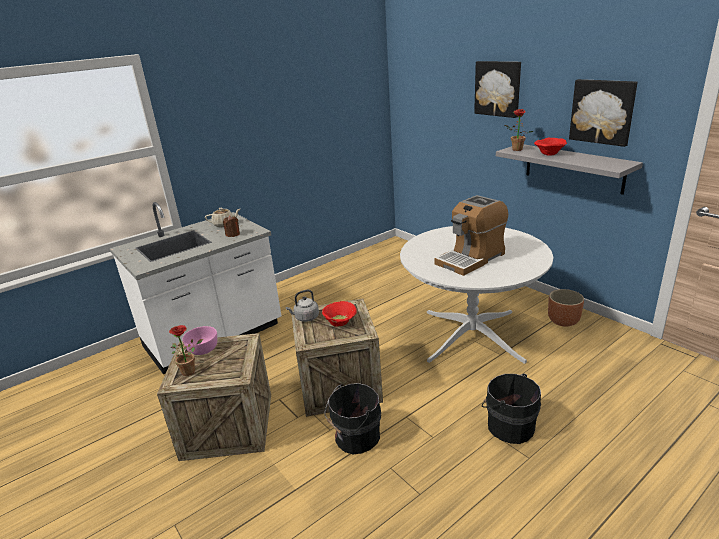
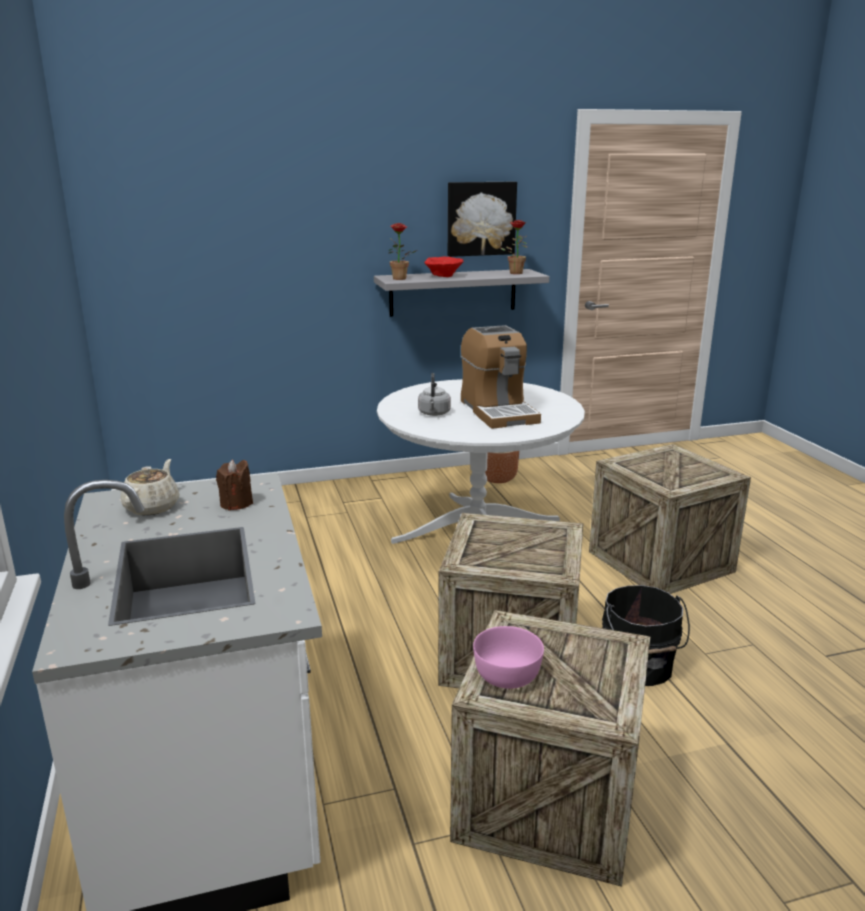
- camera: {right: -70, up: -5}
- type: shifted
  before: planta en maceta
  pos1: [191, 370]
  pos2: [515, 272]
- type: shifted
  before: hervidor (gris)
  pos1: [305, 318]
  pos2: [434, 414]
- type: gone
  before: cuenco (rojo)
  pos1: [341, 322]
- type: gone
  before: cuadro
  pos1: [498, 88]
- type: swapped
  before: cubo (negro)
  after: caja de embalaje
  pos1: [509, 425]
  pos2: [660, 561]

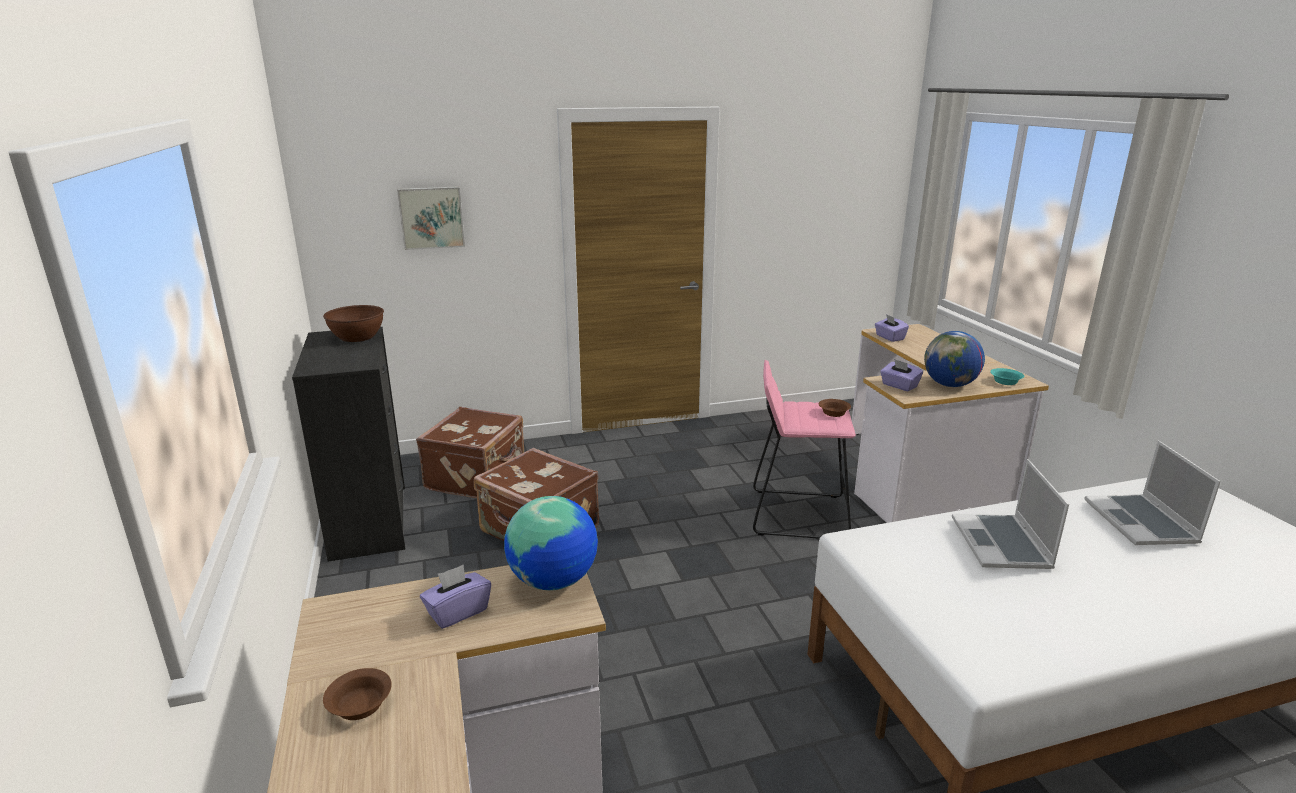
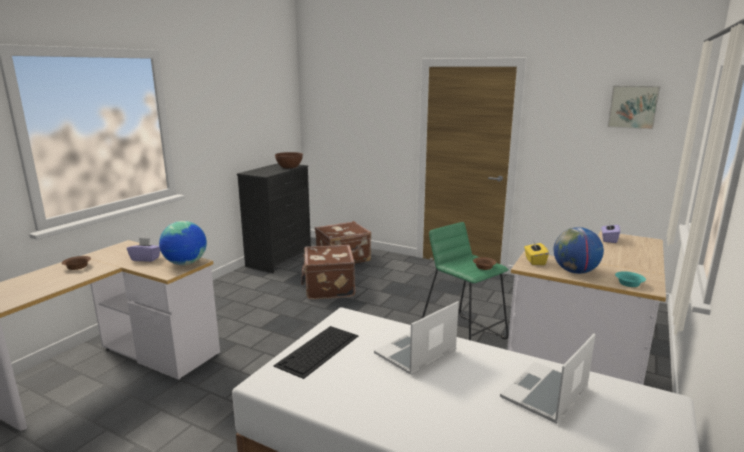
- camera: {right: 45, up: -5}
- type: shifted
  before: cuadro
  pos1: [431, 217]
  pos2: [633, 107]
- type: repainted
  before: taburete (rosa)
  after: taburete (verde)
  pos1: [798, 514]
  pos2: [463, 335]
- type: repainted
  before: caja de pañuelos (morado)
  after: caja de pañuelos (amarillo)
  pos1: [899, 386]
  pos2: [534, 261]
- type: new
  after: teclado
  pos2: [318, 351]

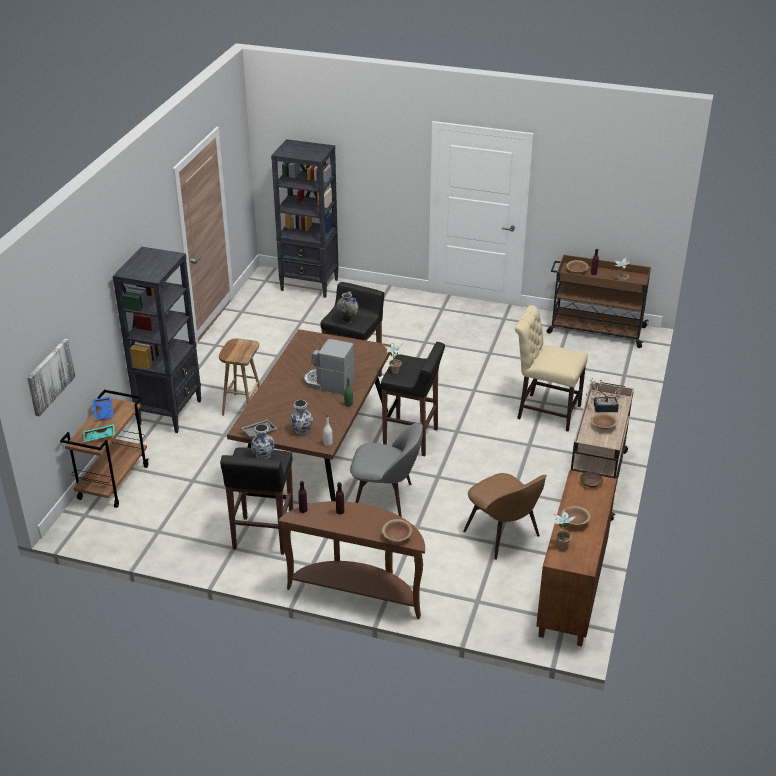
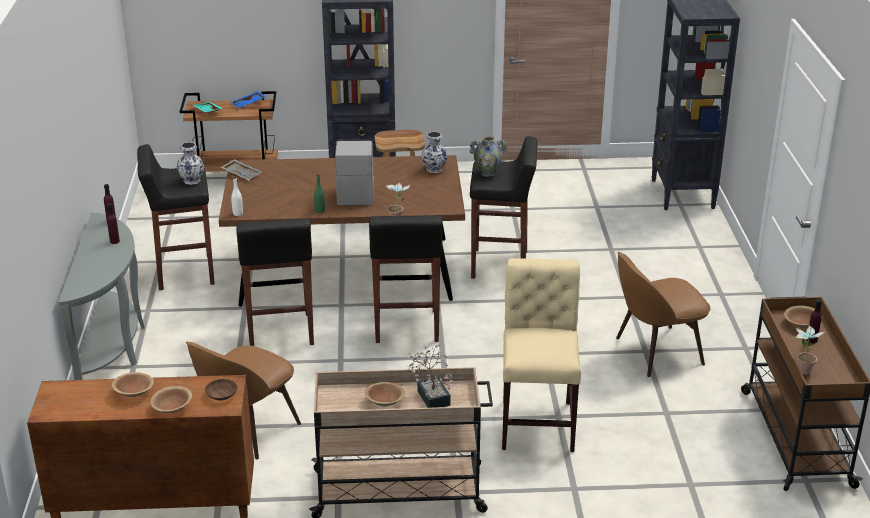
- camera: {right: 70, up: -5}
- type: gone
  before: cuadro
  pos1: [50, 376]
- type: repainted
  before: mesa consola (marrón)
  after: mesa consola (gris)
  pos1: [358, 591]
  pos2: [114, 347]
- type: shifted
  before: florero
  pos1: [301, 430]
  pos2: [434, 169]
- type: swapped
  before: silla (gris)
  after: taburete (negro)
  pos1: [386, 498]
  pos2: [280, 332]
- type: shifted
  before: cuenco (marrón)
  pos1: [397, 536]
  pos2: [172, 408]
- type: gone
  before: planta en maceta
  pos1: [561, 543]
- type: new
  after: silla (marrón)
  pos2: [655, 351]

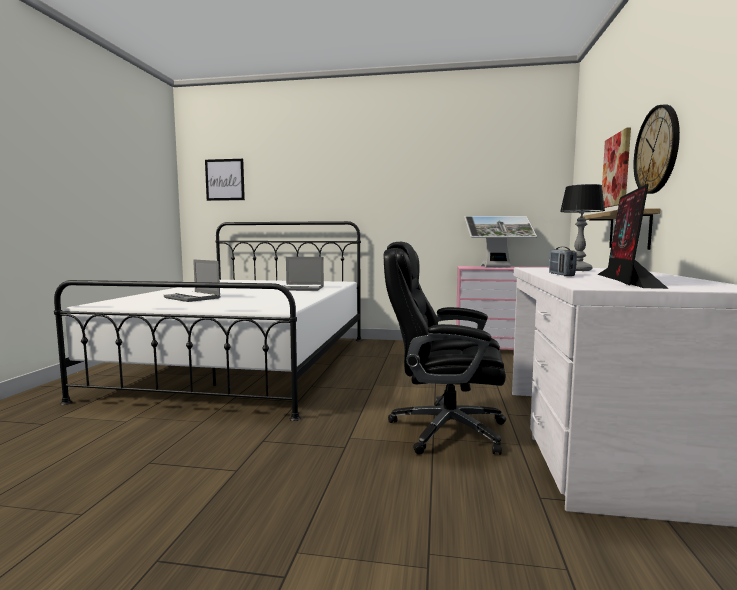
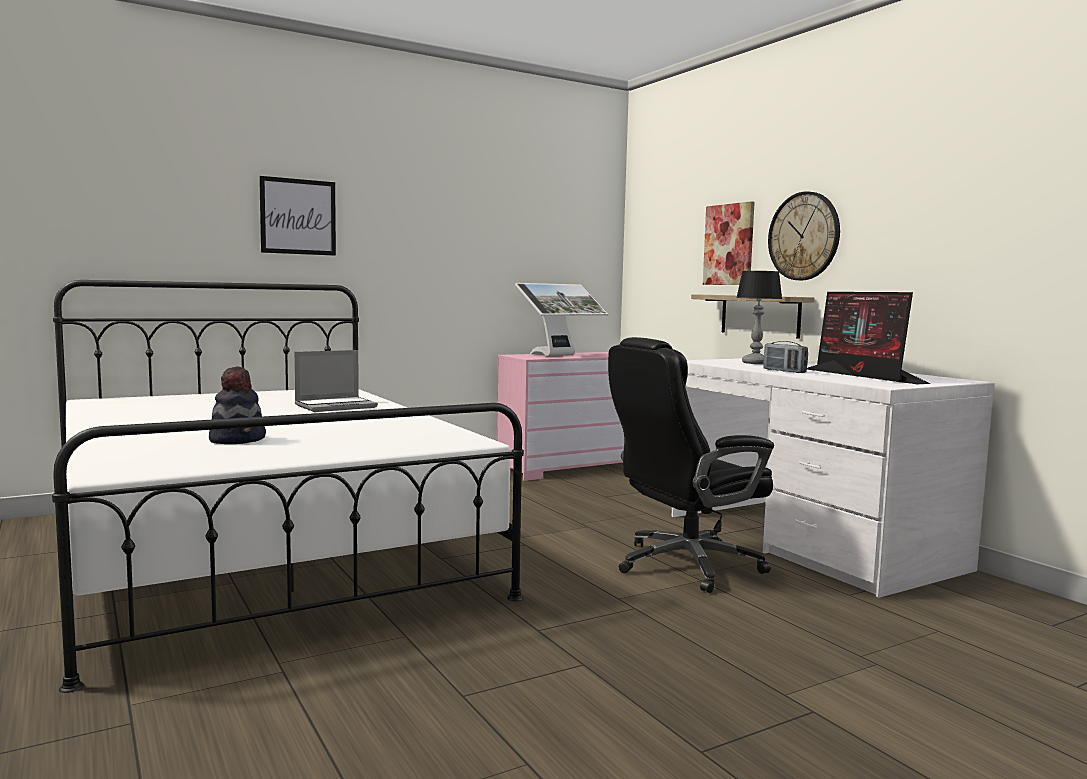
- camera: {right: -40, up: 0}
- type: swapped
  before: portátil
  after: sombrero
  pos1: [193, 298]
  pos2: [238, 440]
- type: shifted
  before: cuadro
  pos1: [225, 180]
  pos2: [298, 216]

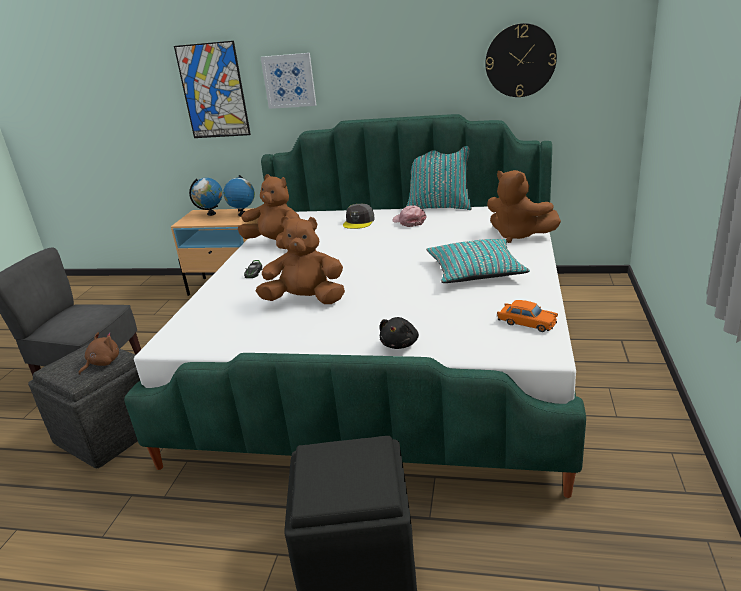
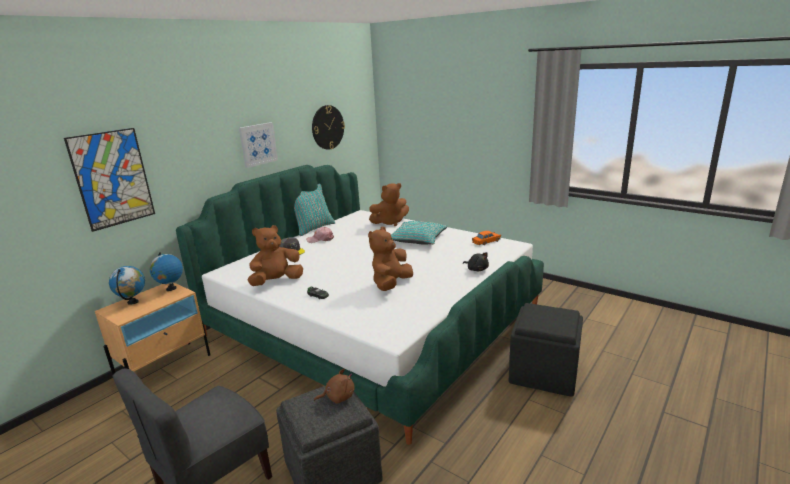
- camera: {right: -65, up: -5}
- type: rotated
  before: peluche (marrón)
  pos1: [102, 363]
  pos2: [338, 397]
  turn: 105
- type: shifted
  before: cuadro
  pos1: [289, 81]
  pos2: [258, 144]

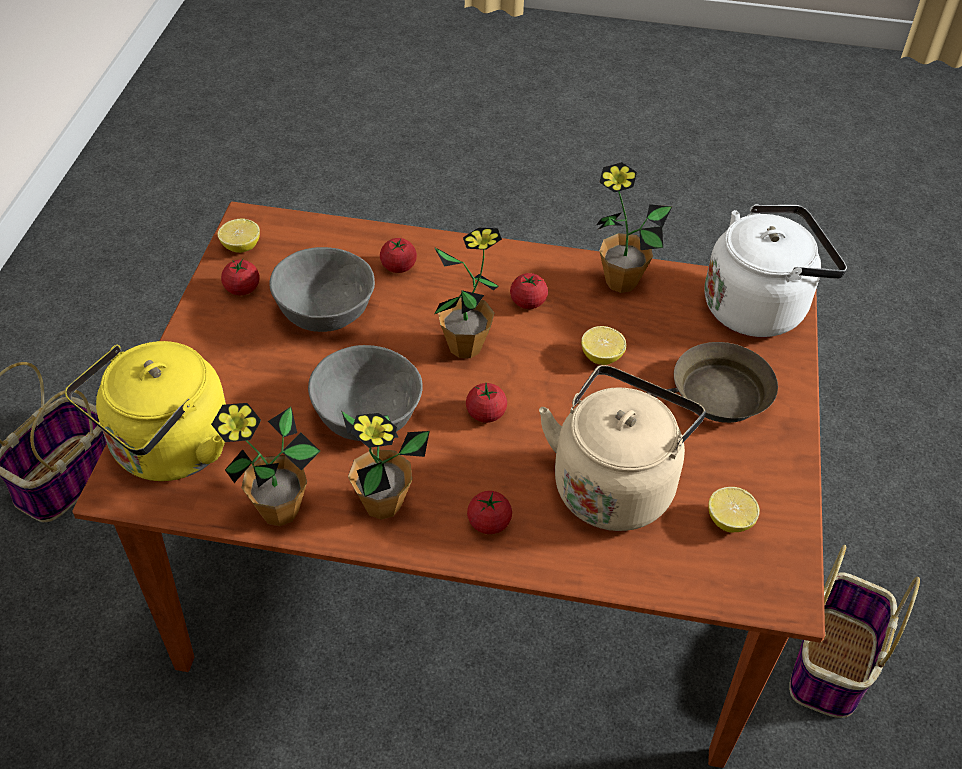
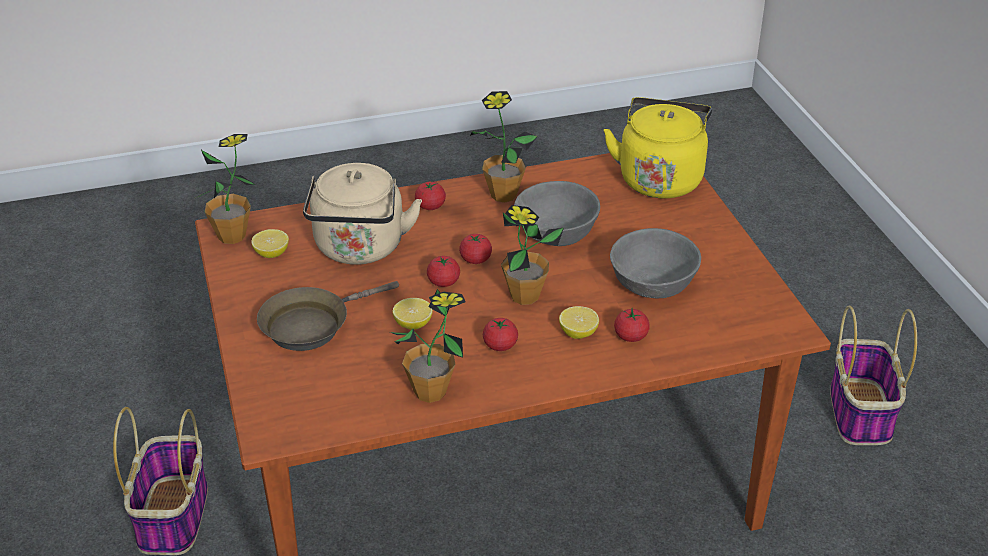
- camera: {right: 155, up: -10}
- type: shifted
  before: planta en maceta
  pos1: [279, 511]
  pos2: [232, 236]
- type: shifted
  before: limón
  pos1: [241, 247]
  pos2: [578, 333]
- type: shifted
  before: tomate
  pos1: [242, 289]
  pos2: [443, 282]
- type: gone
  before: hervidor (blanco)
  pos1: [759, 306]

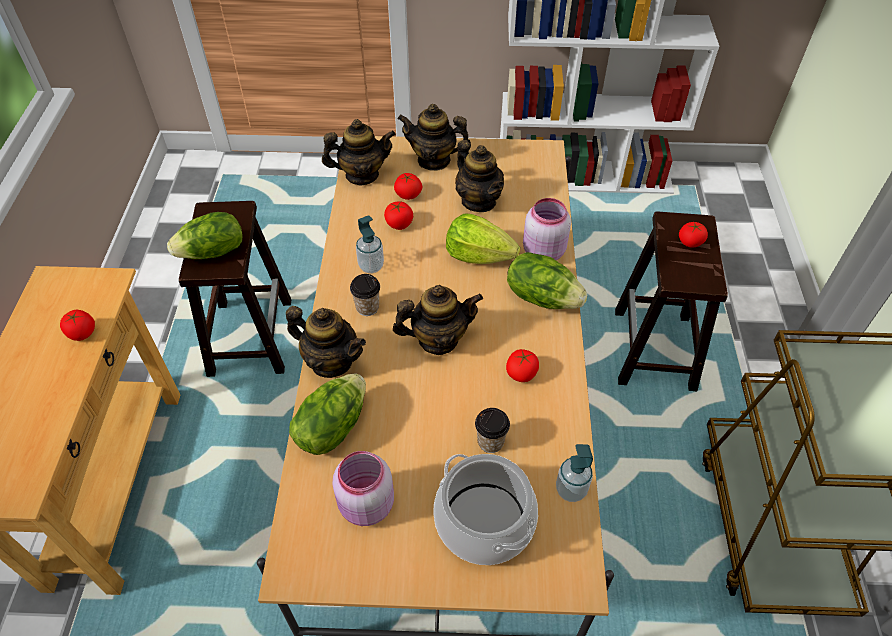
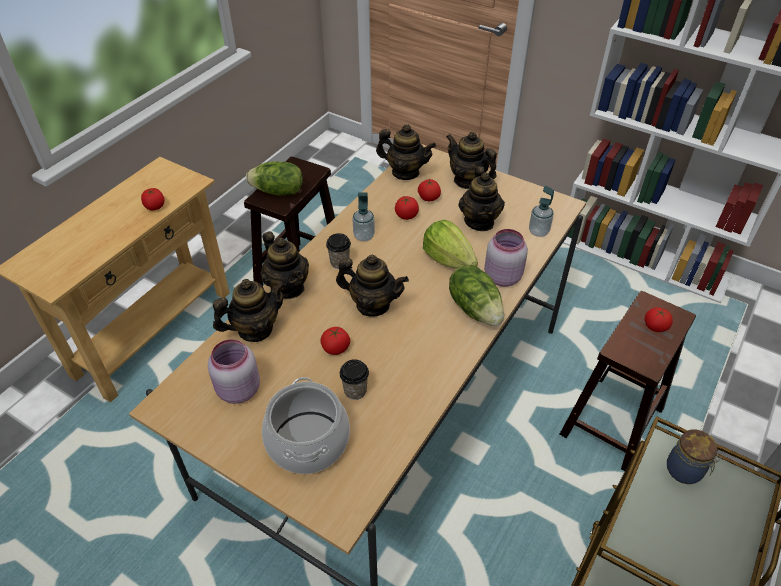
- camera: {right: 30, up: -5}
- type: swapped
  before: lechuga
  after: tetera
  pos1: [331, 427]
  pos2: [255, 329]
- type: shifted
  before: tomate
  pos1: [521, 373]
  pos2: [335, 348]
- type: shifted
  before: dispensador de jabón
  pos1: [571, 490]
  pos2: [538, 231]
- type: new
  after: tarro
  pos2: [685, 471]

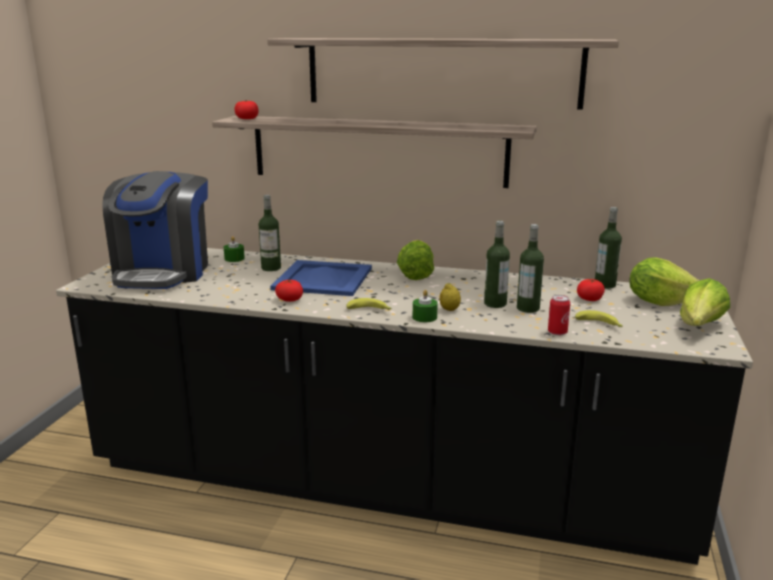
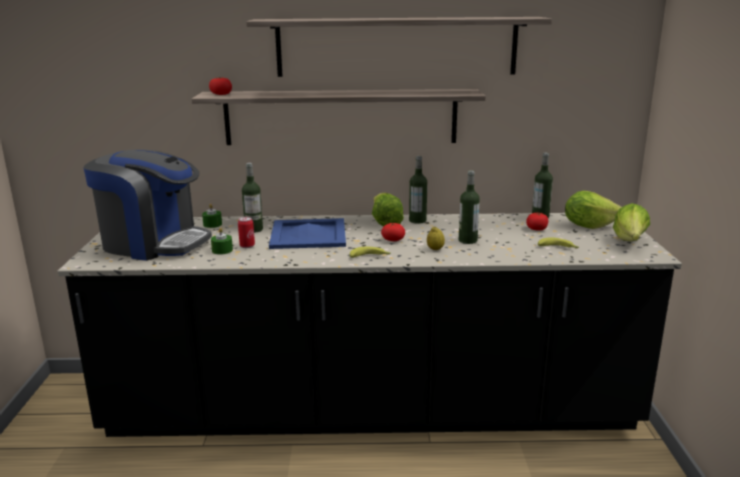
- camera: {right: -15, up: 0}
- type: rotated
  before: cafetera
  pos1: [163, 272]
  pos2: [154, 243]
  turn: -60
- type: shifted
  before: tomate
  pos1: [289, 299]
  pos2: [393, 240]
- type: shifted
  before: vela (verde)
  pos1: [424, 317]
  pos2: [222, 250]
- type: shifted
  before: botella
  pos1: [528, 308]
  pos2: [417, 220]
- type: shifted
  before: lata
  pos1: [557, 332]
  pos2: [247, 246]

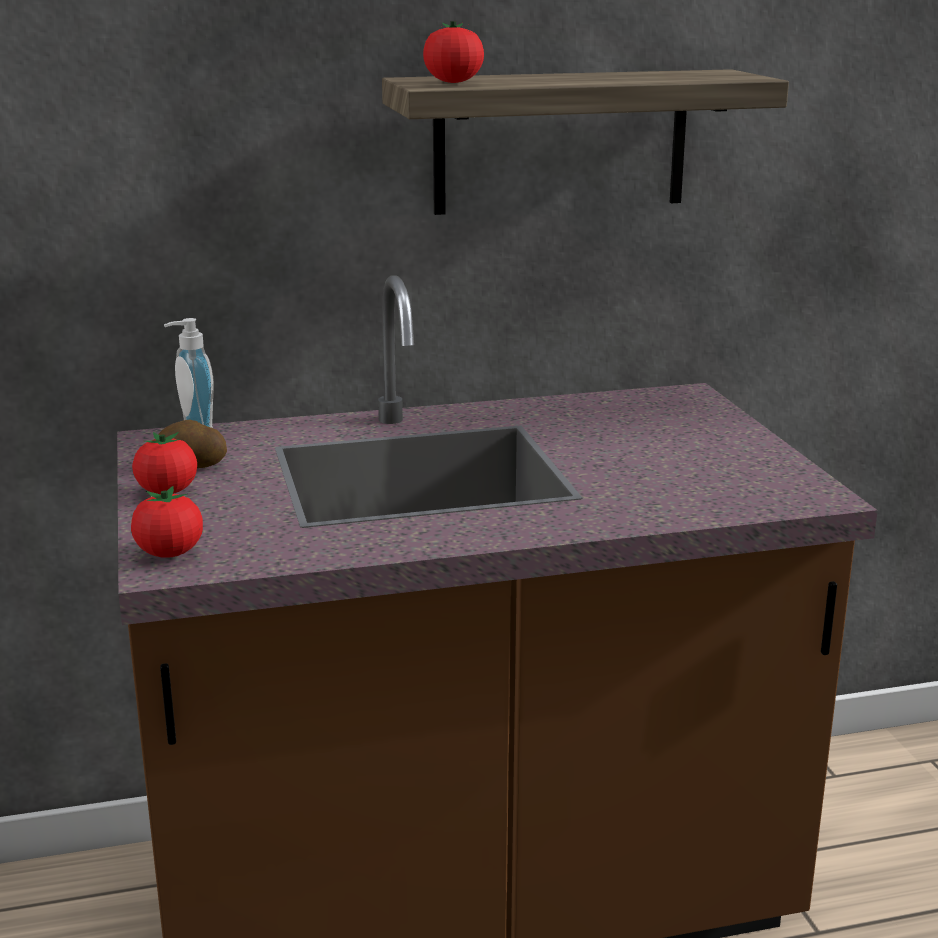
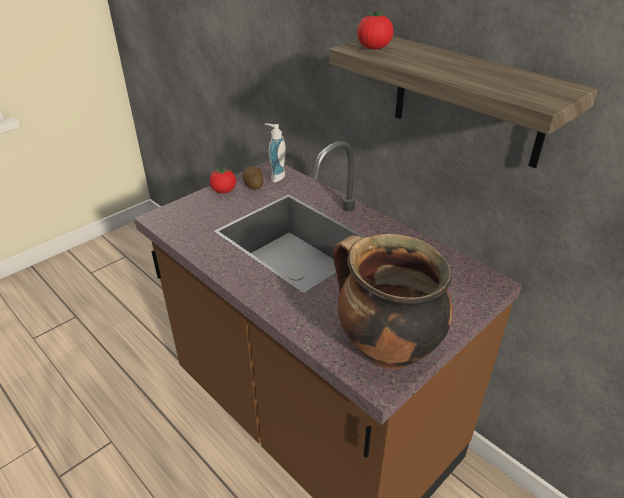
- camera: {right: 60, up: 15}
- type: gone
  before: tomate
  pos1: [169, 553]
- type: new
  after: olla
  pos2: [385, 349]

